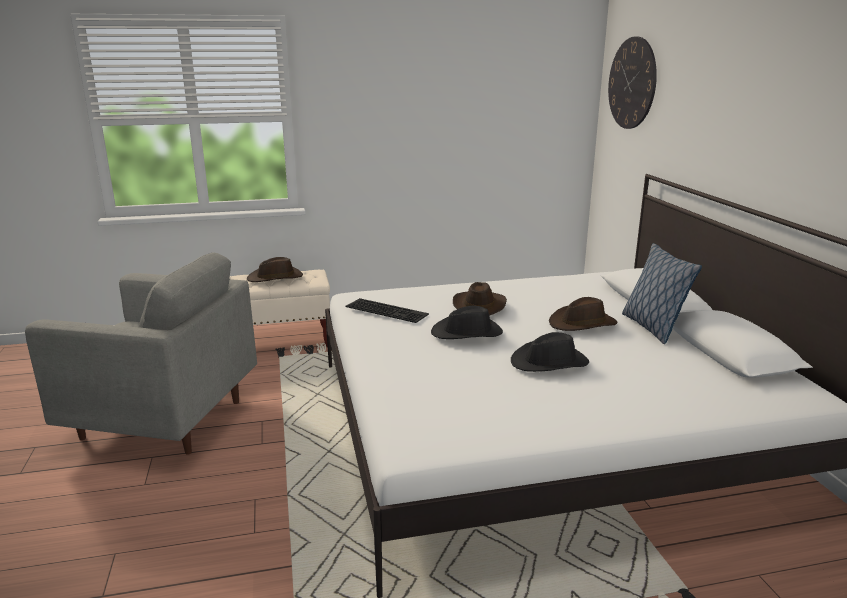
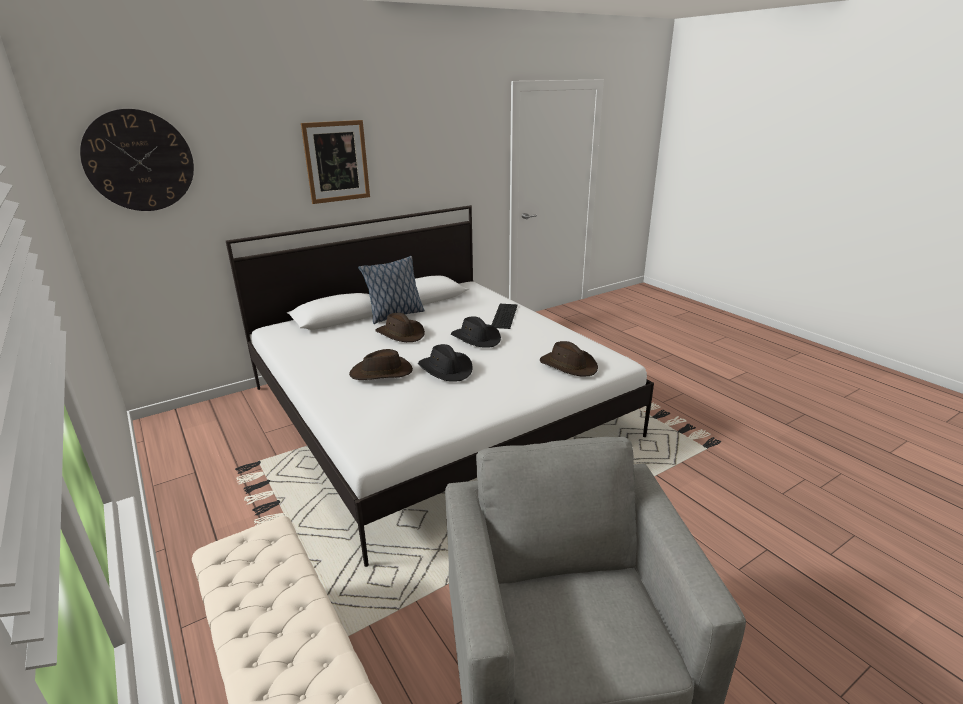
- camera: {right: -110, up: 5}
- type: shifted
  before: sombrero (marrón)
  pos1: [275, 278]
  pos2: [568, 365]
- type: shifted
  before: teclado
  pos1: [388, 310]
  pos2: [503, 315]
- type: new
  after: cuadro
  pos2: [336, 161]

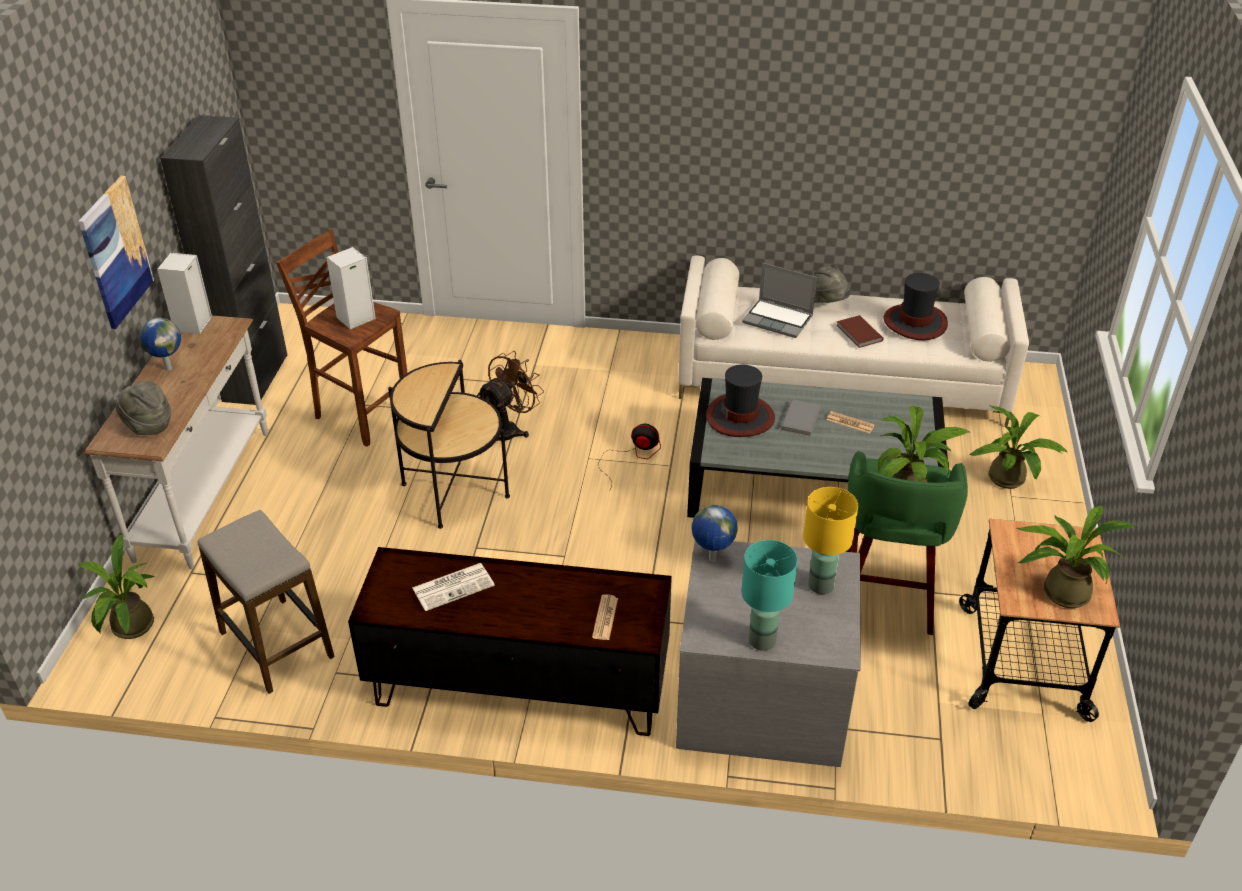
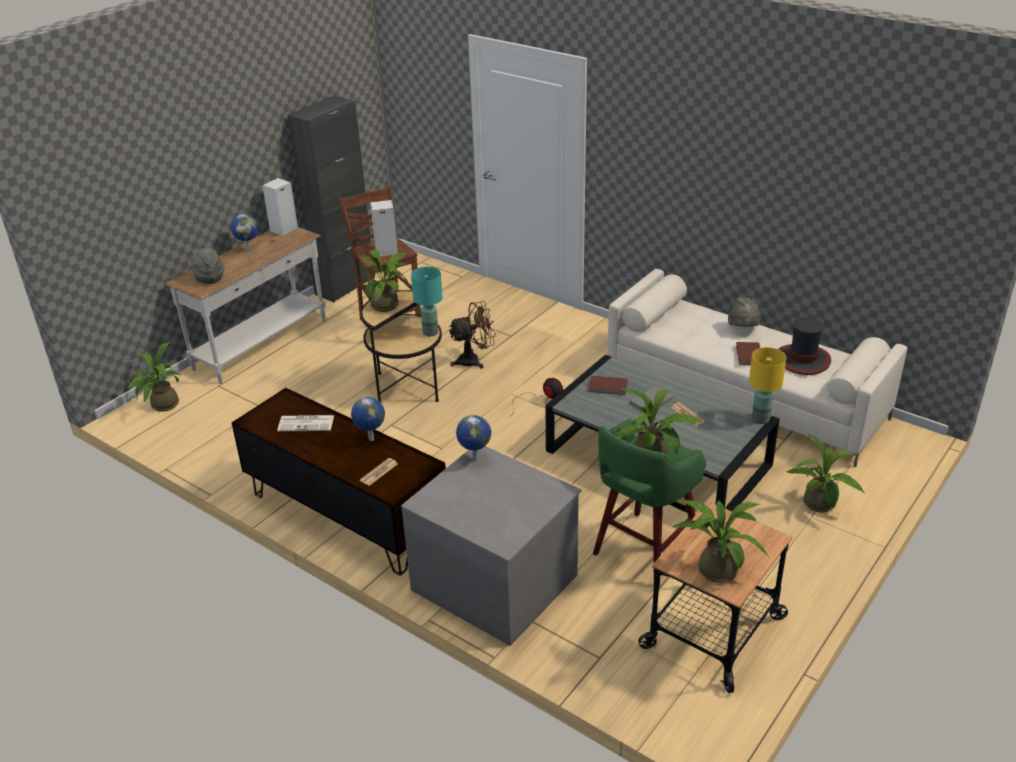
- camera: {right: 30, up: -5}
- type: gone
  before: cuadro
  pos1: [115, 252]
- type: gone
  before: taburete
  pos1: [276, 645]
- type: swapped
  before: sombrero
  after: libro (marrón)
  pos1: [740, 417]
  pos2: [608, 387]
- type: shifted
  before: lámpara de mesa (turquesa)
  pos1: [762, 640]
  pos2: [431, 332]
- type: gone
  before: portátil
  pos1: [779, 319]
- type: shifted
  before: lámpara de mesa (amarillo)
  pos1: [821, 585]
  pos2: [761, 419]
- type: new
  after: globo terráqueo
  pos2: [370, 440]
- type: new
  after: planta en maceta
  pos2: [388, 304]

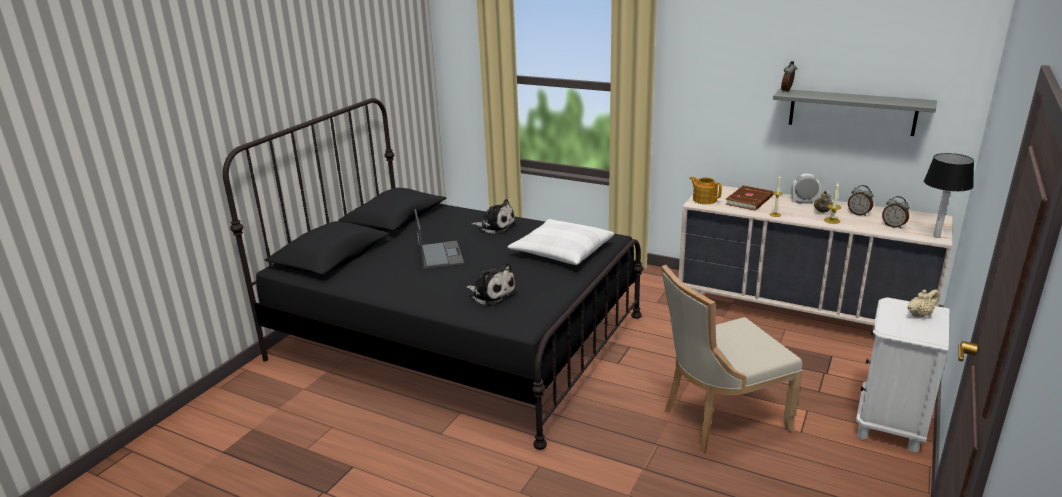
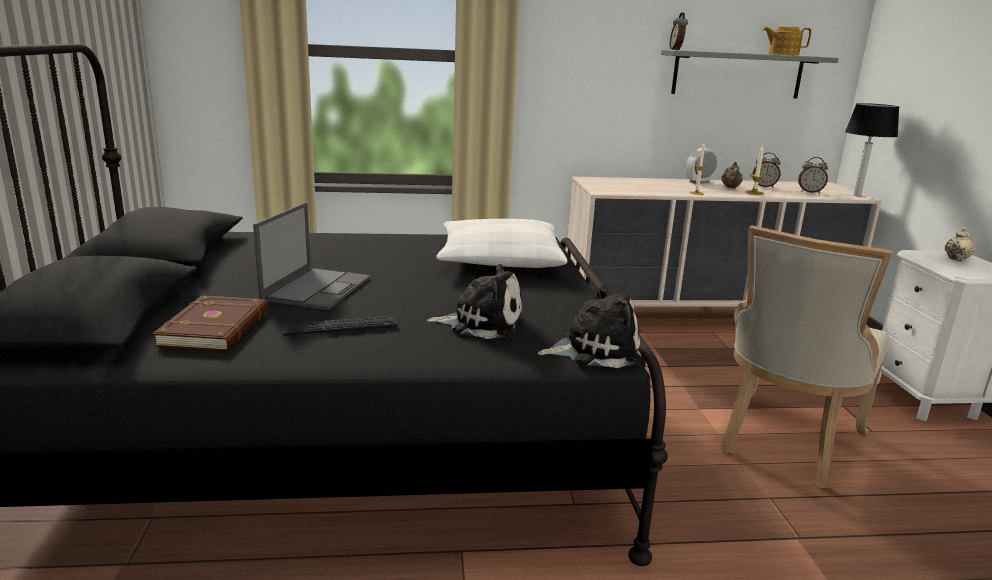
- camera: {right: -35, up: -5}
- type: rotated
  before: portátil
  pos1: [440, 255]
  pos2: [317, 288]
  turn: 60
- type: shifted
  before: peluche
  pos1: [495, 226]
  pos2: [594, 350]
- type: shifted
  before: tetera
  pos1: [704, 199]
  pos2: [782, 54]
- type: shifted
  before: libro (marrón)
  pos1: [750, 200]
  pos2: [217, 327]
- type: new
  after: teclado
  pos2: [340, 328]

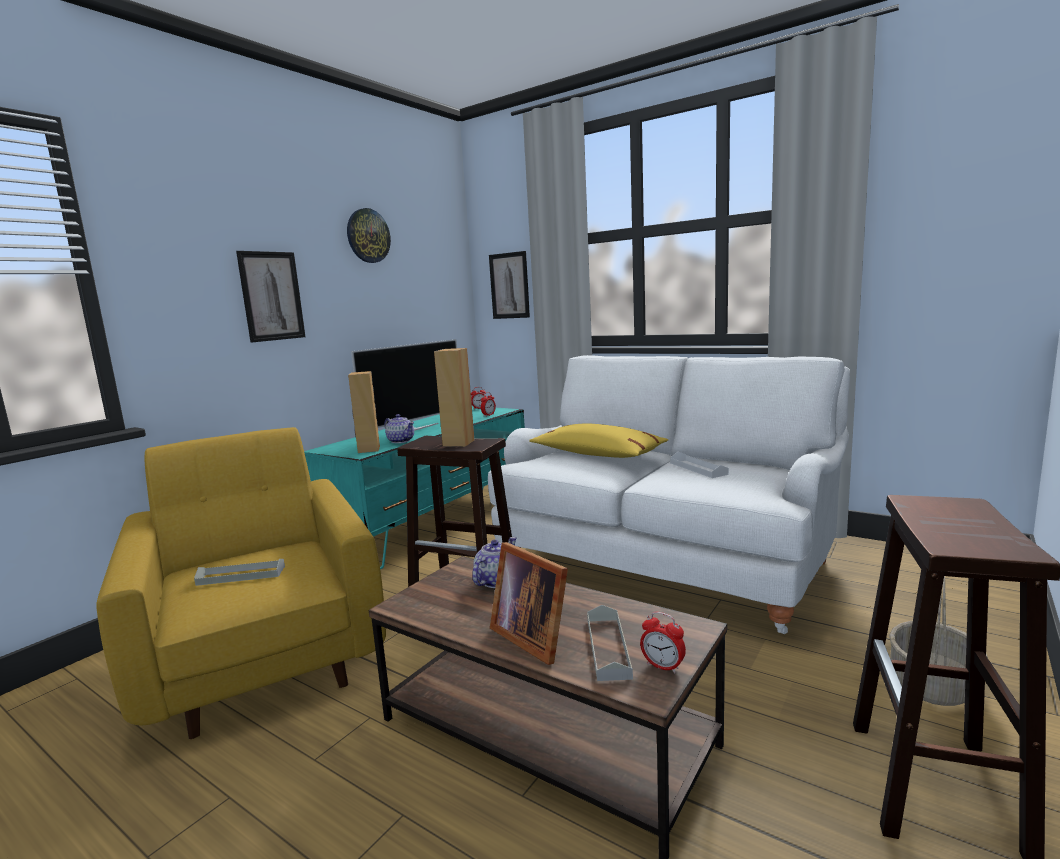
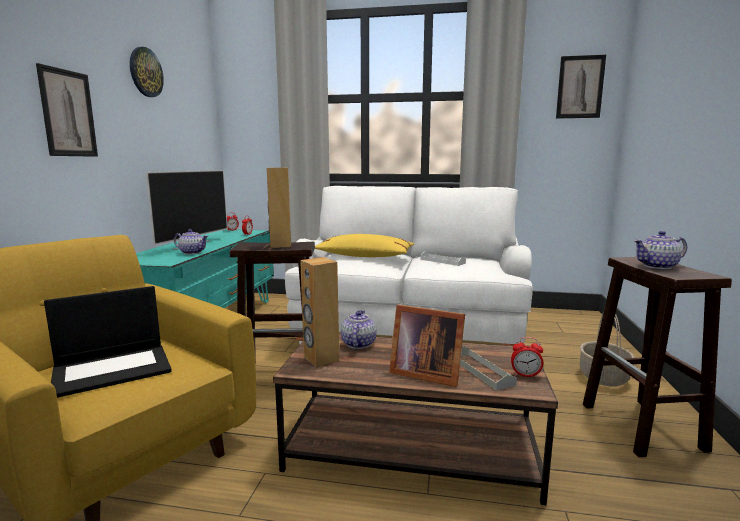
- camera: {right: -25, up: 0}
- type: swapped
  before: bandeja (gris)
  after: portátil
  pos1: [241, 575]
  pos2: [113, 369]
- type: shifted
  before: altavoz (marrón)
  pos1: [368, 449]
  pos2: [320, 359]
- type: shifted
  before: cuadro
  pos1: [509, 285]
  pos2: [580, 87]
- type: new
  after: tetera
  pos2: [658, 266]

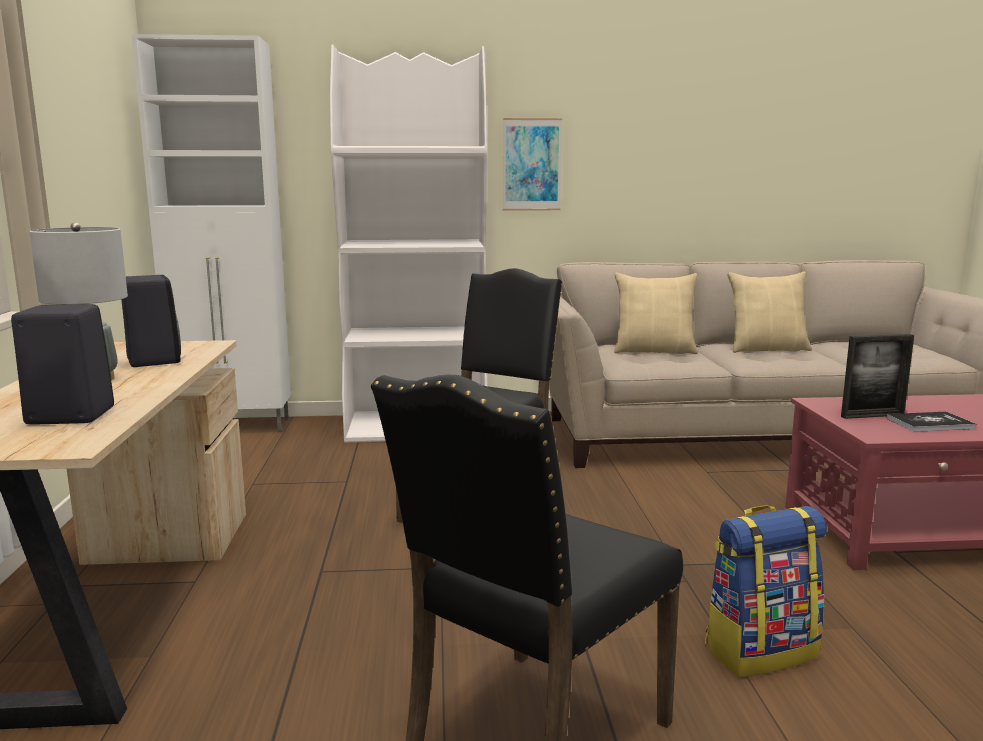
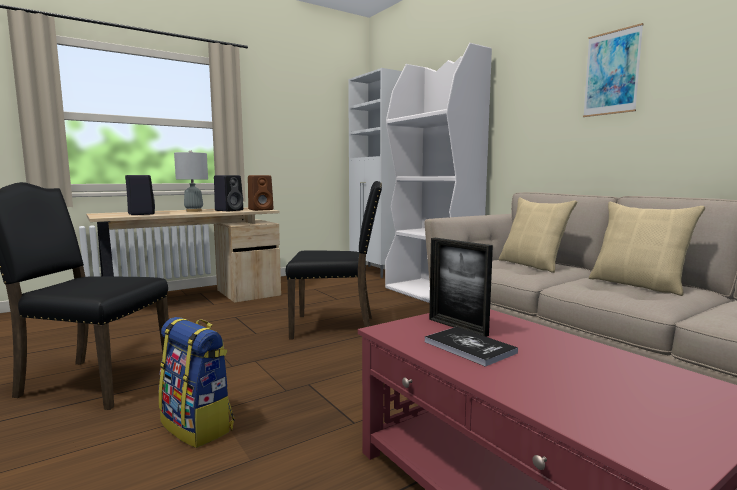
- camera: {right: 60, up: -5}
- type: shifted
  before: cuadro
  pos1: [532, 164]
  pos2: [612, 73]
- type: new
  after: altavoz (marrón)
  pos2: [261, 209]

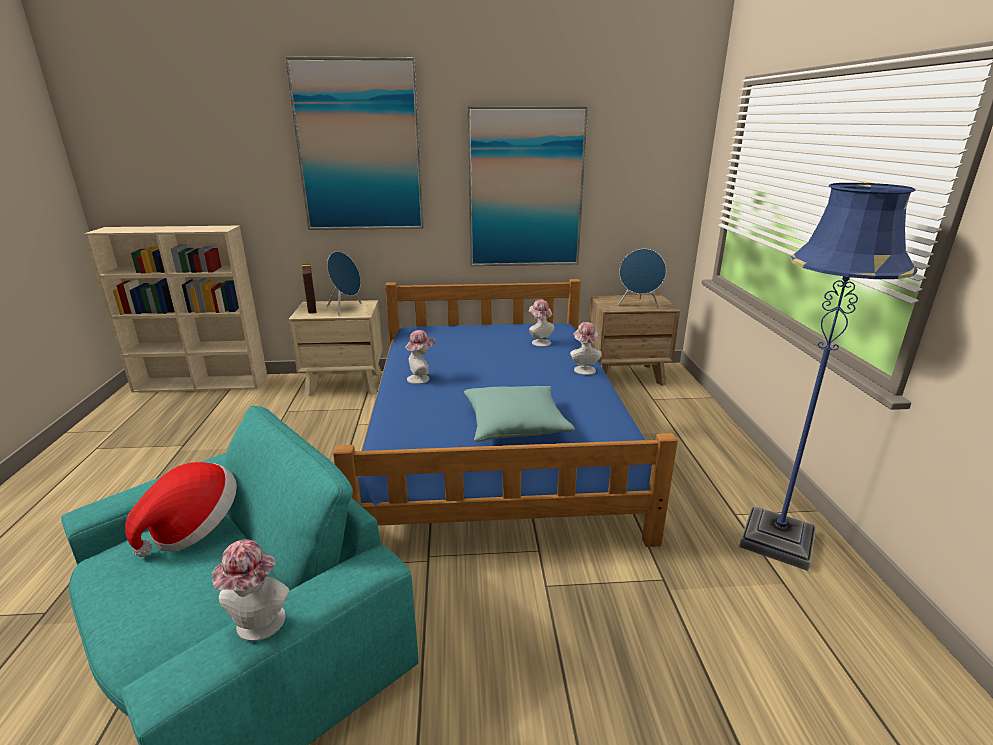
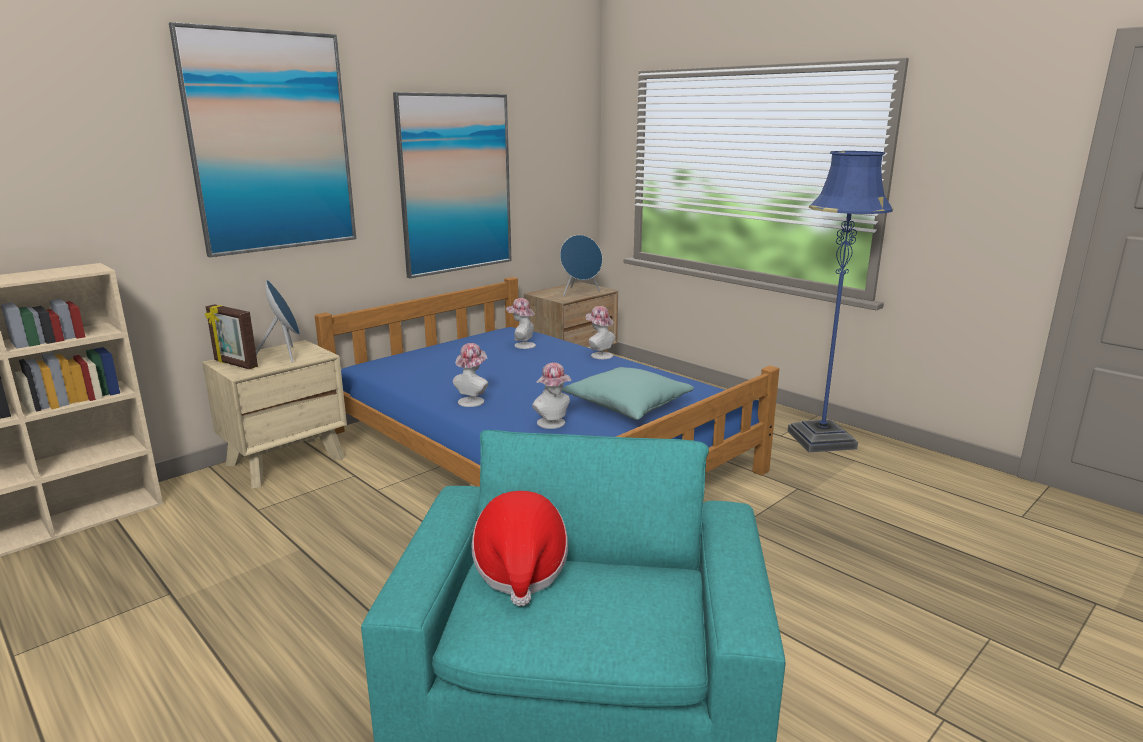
- camera: {right: -40, up: -5}
- type: shifted
  before: sombrero
  pos1: [259, 627]
  pos2: [553, 424]

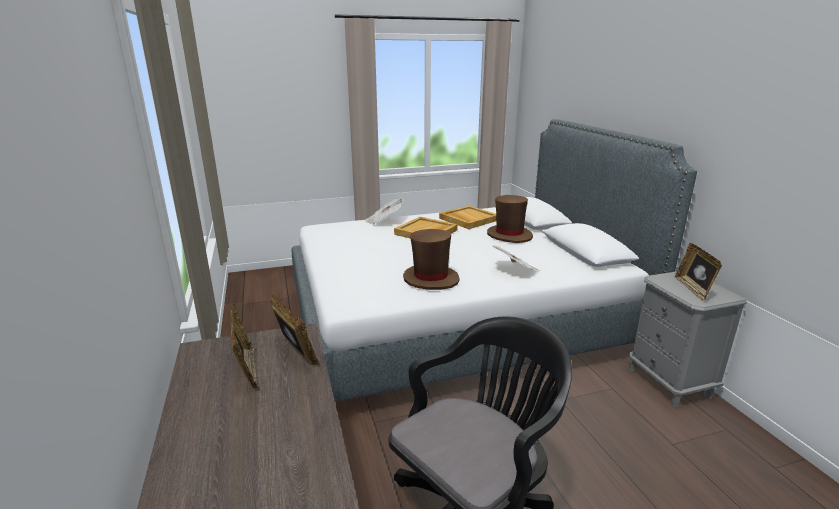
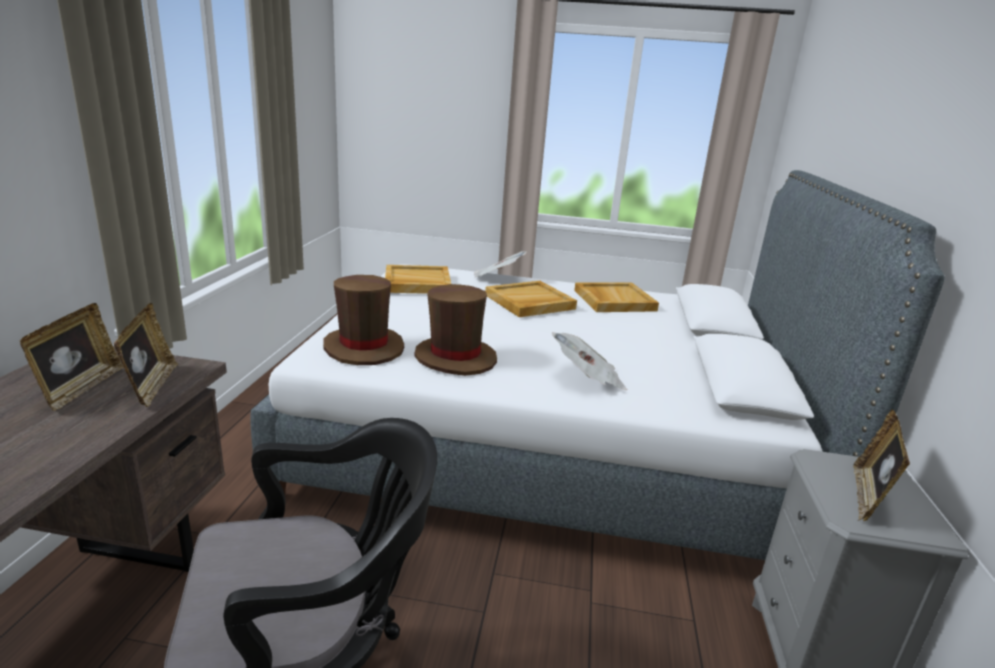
- camera: {right: 25, up: 0}
- type: shifted
  before: sombrero (marrón)
  pos1: [509, 235]
  pos2: [364, 348]
- type: new
  after: bandeja (beis)
  pos2: [416, 283]

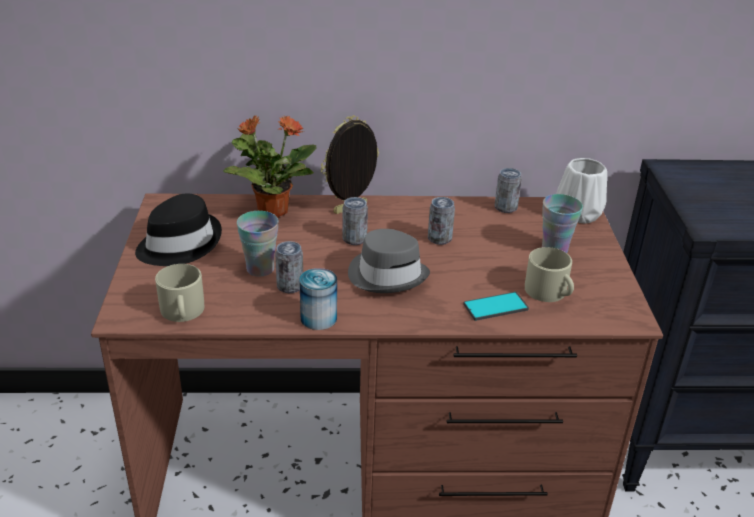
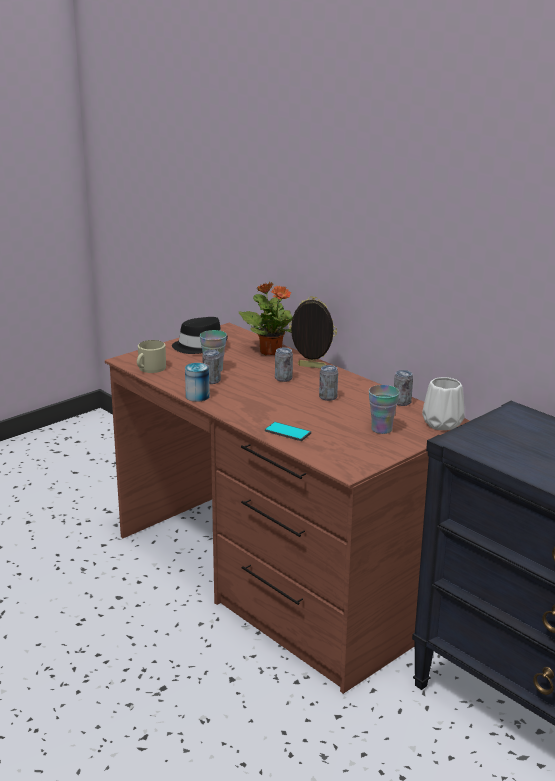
- camera: {right: 50, up: -10}
- type: gone
  before: sombrero (gris)
  pos1: [387, 275]
- type: gone
  before: taza grande (beis)
  pos1: [549, 292]

